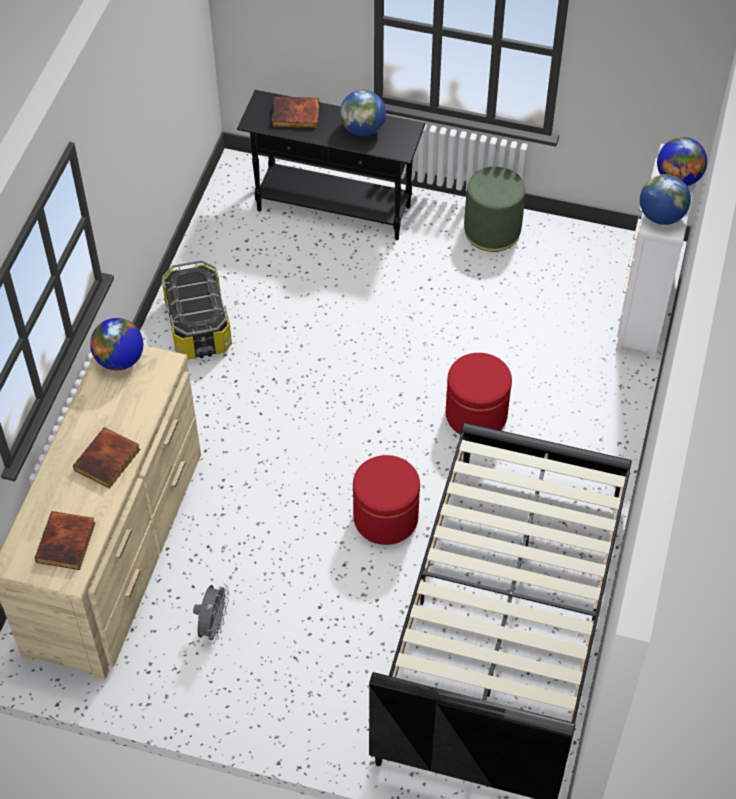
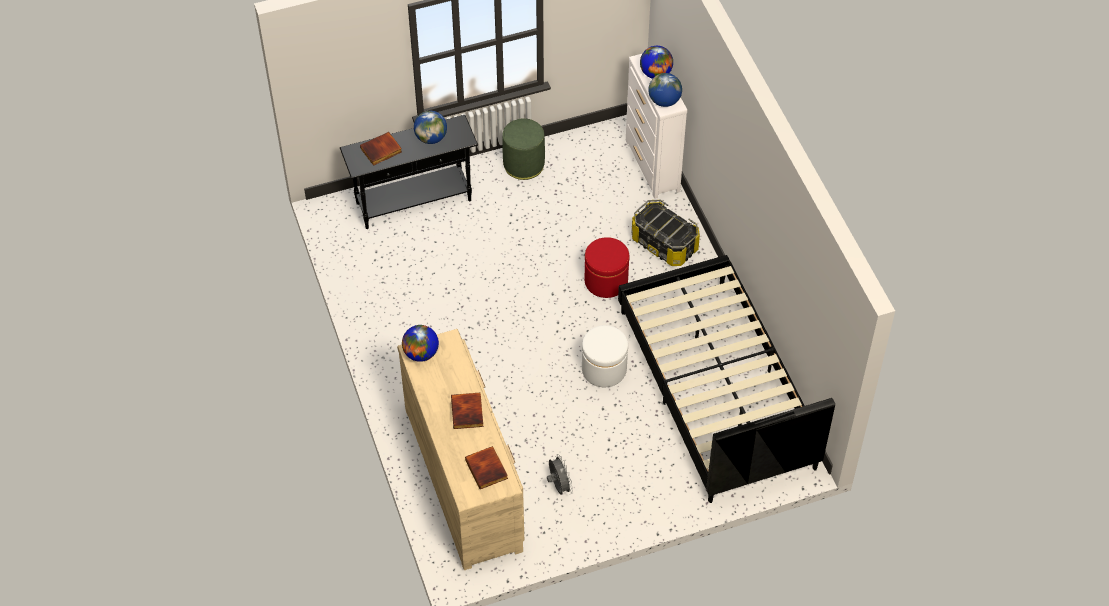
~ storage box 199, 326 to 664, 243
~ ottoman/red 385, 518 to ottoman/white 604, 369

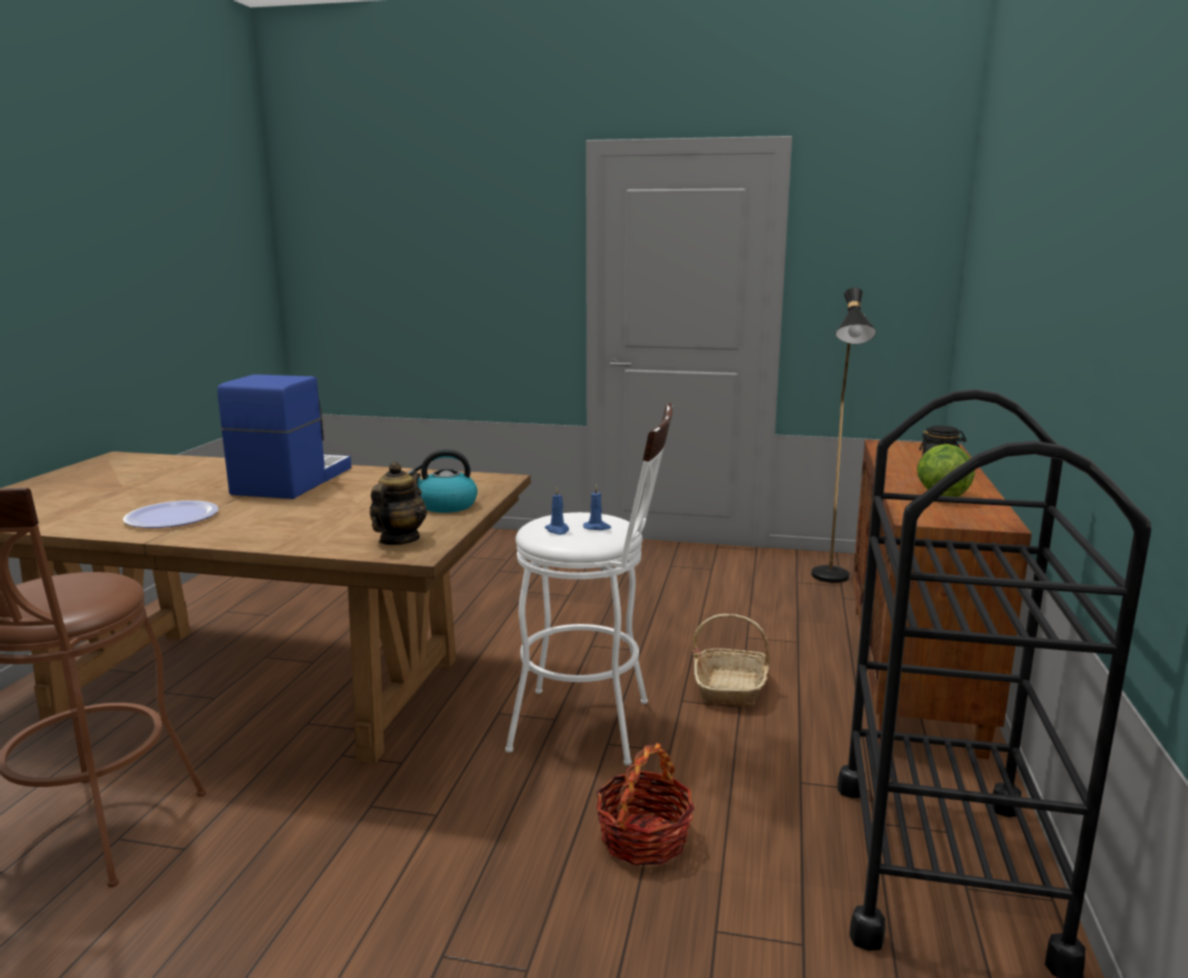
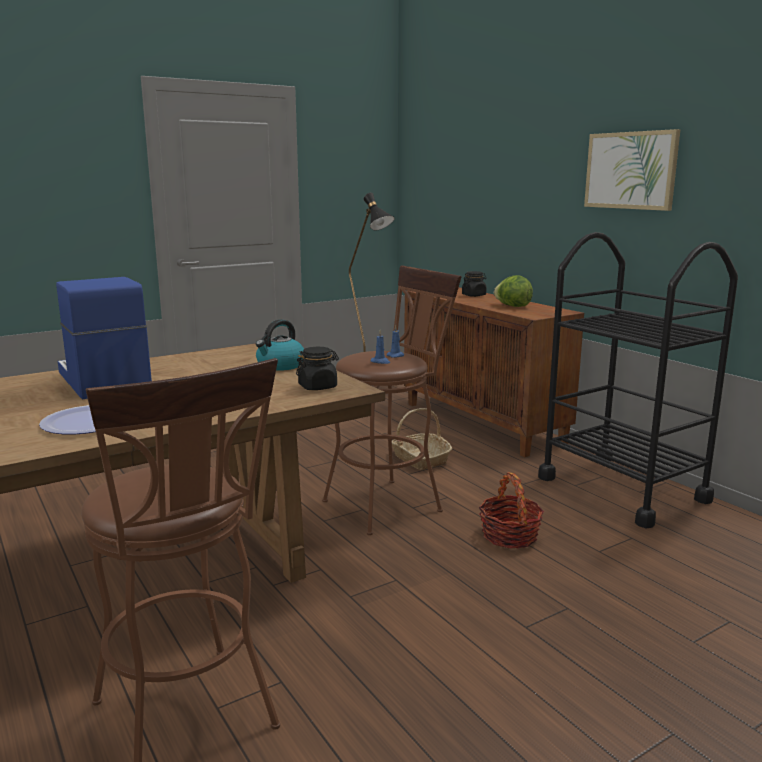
+ picture 630, 170
~ teapot 398, 540 to jar/black 318, 387
~ stool/white 594, 726 to stool/brown 390, 503

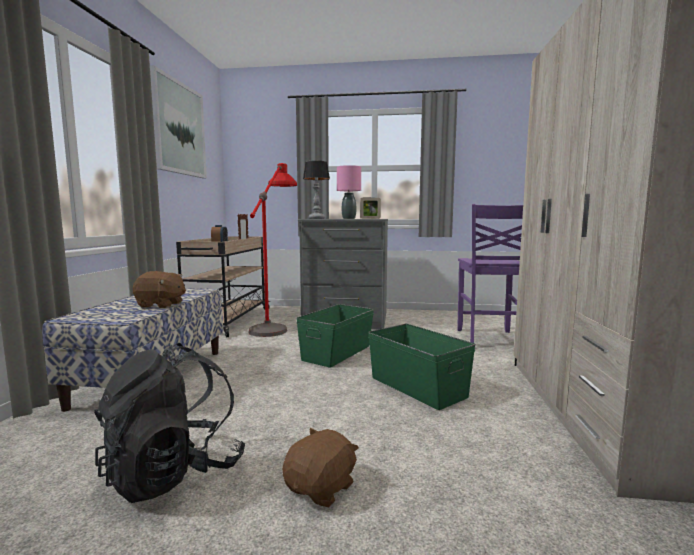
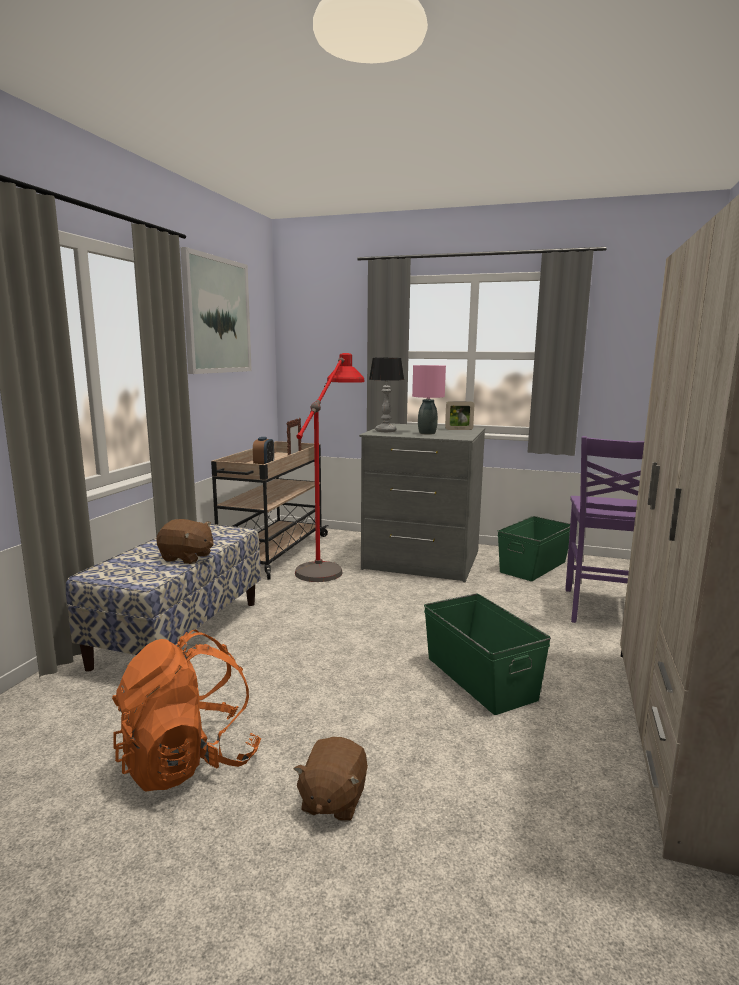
~ storage box/green 337, 352 to 534, 566
~ backpack/black 174, 472 to backpack/orange 189, 761
~ plush toy/brown 321, 488 = 332, 800 150 degrees clockwise

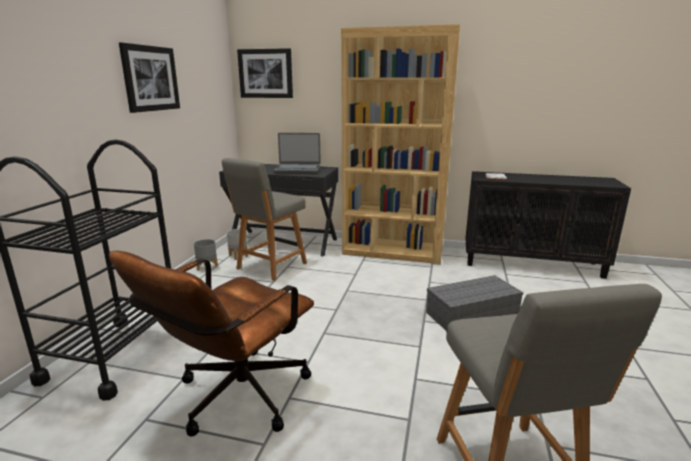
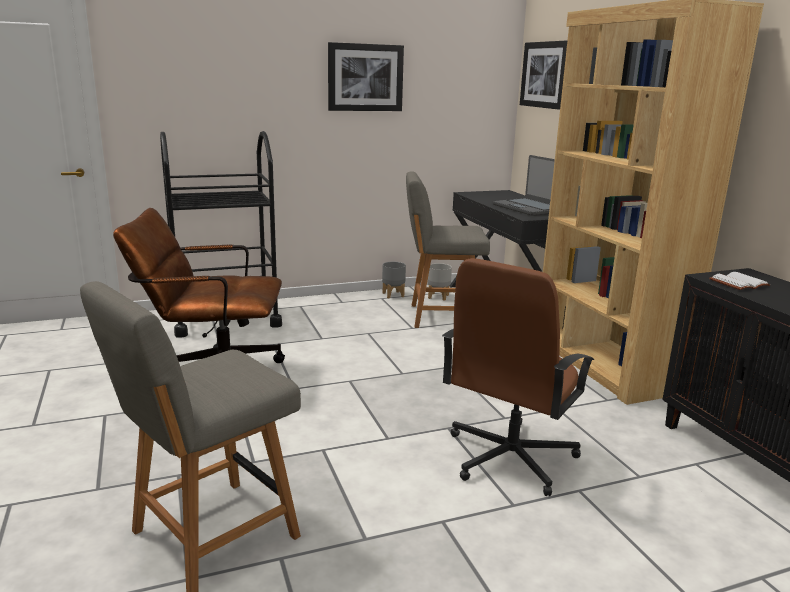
~ storage box/grey 471, 315 to office chair/brown 509, 457

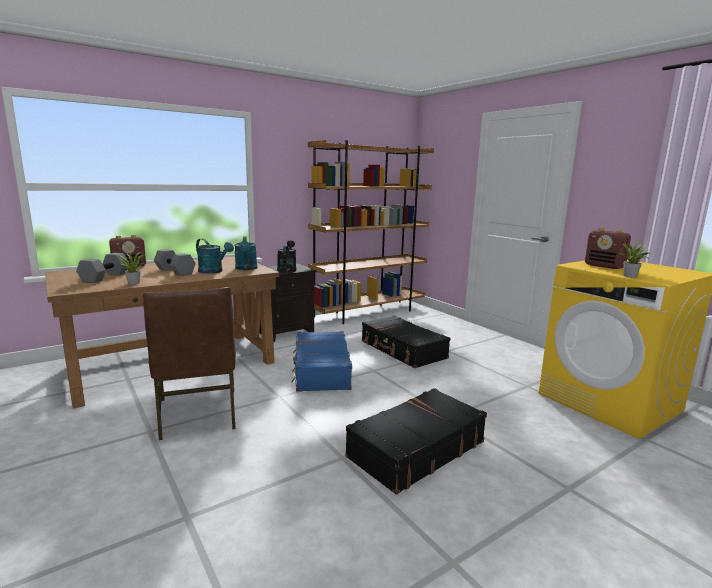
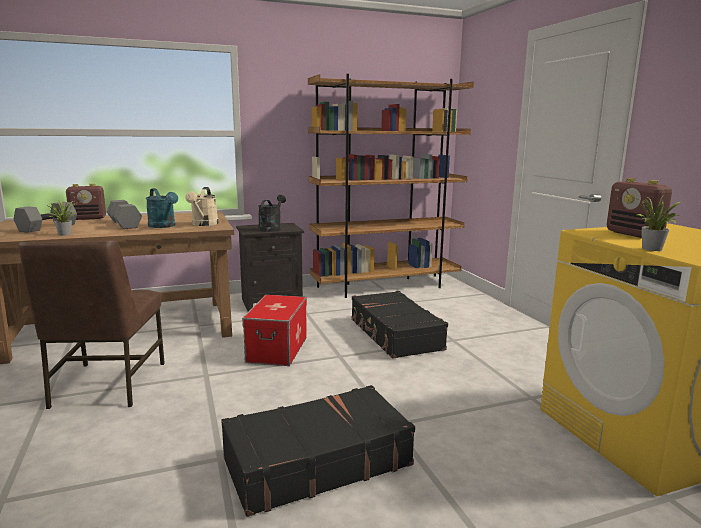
~ suitcase/blue 321, 370 to storage box 277, 349
~ watering can/turquoise 246, 268 to watering can/beige 203, 224

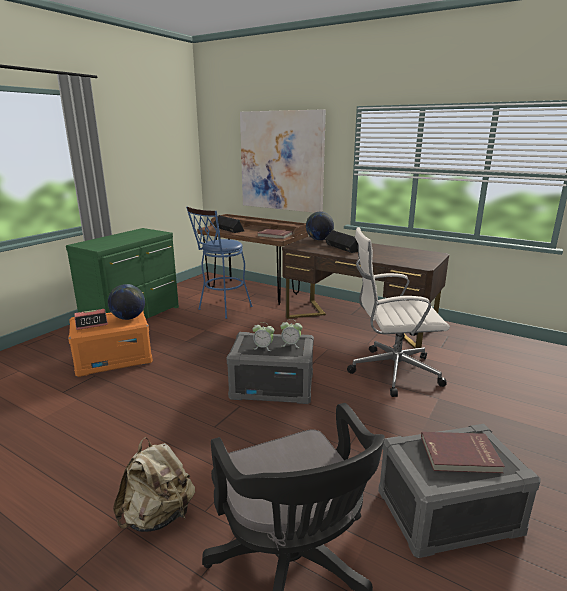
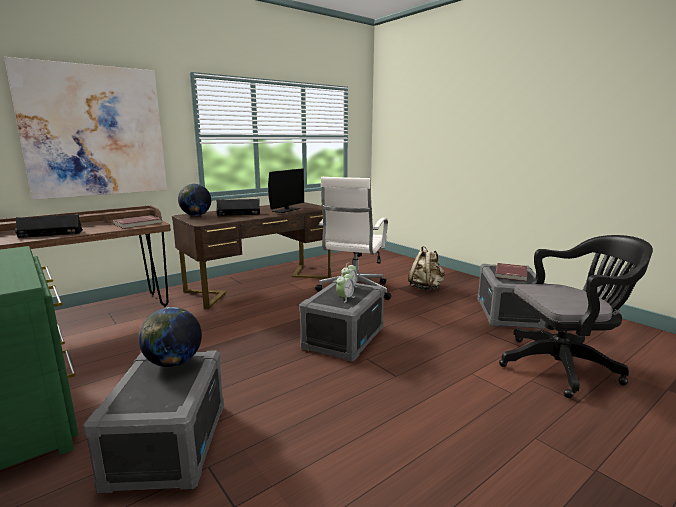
- alarm clock 92, 323
- stool/blue 222, 309
+ monitor 286, 210
~ backpack/beige 158, 516 to 426, 288
~ storage box/orange 114, 358 to storage box/grey 168, 444

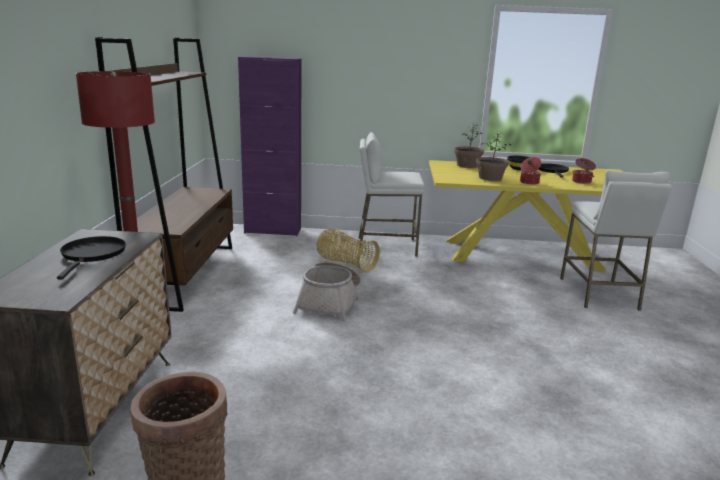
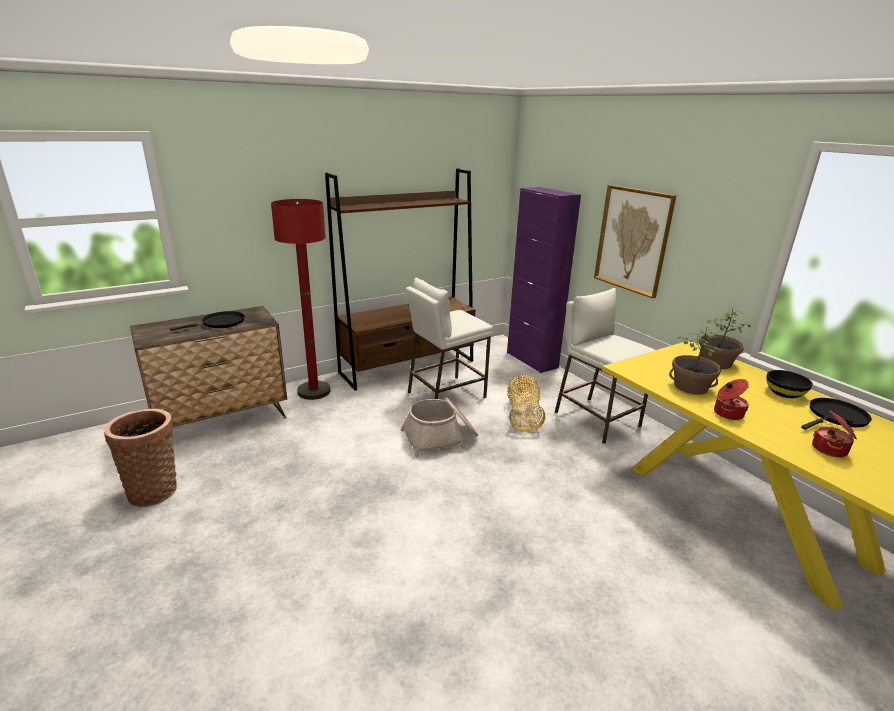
+ picture 633, 240
~ stool/white 599, 294 to 446, 395

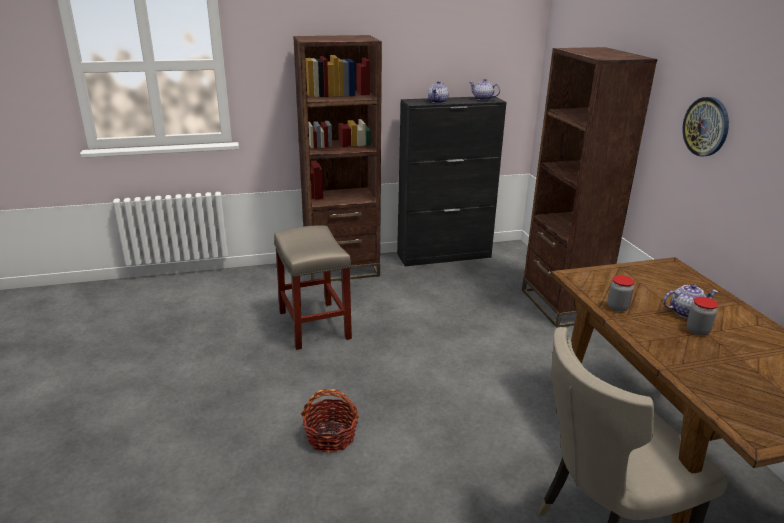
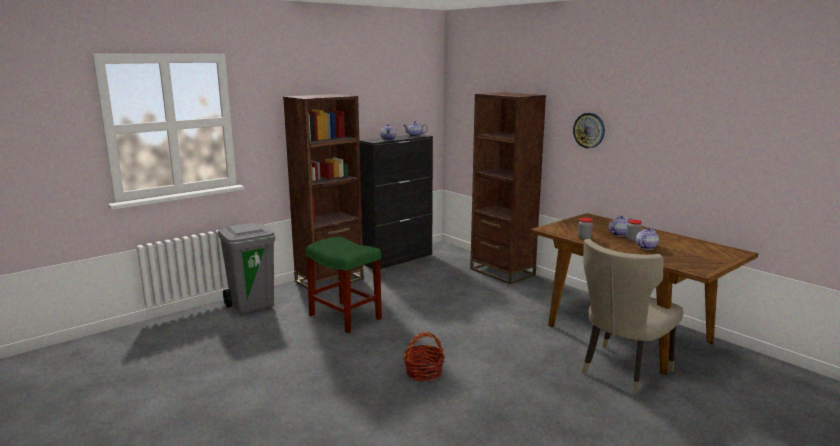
+ trash can/grey 252, 305
+ teapot 646, 247
~ stool/beige 315, 326 to stool/green 346, 317

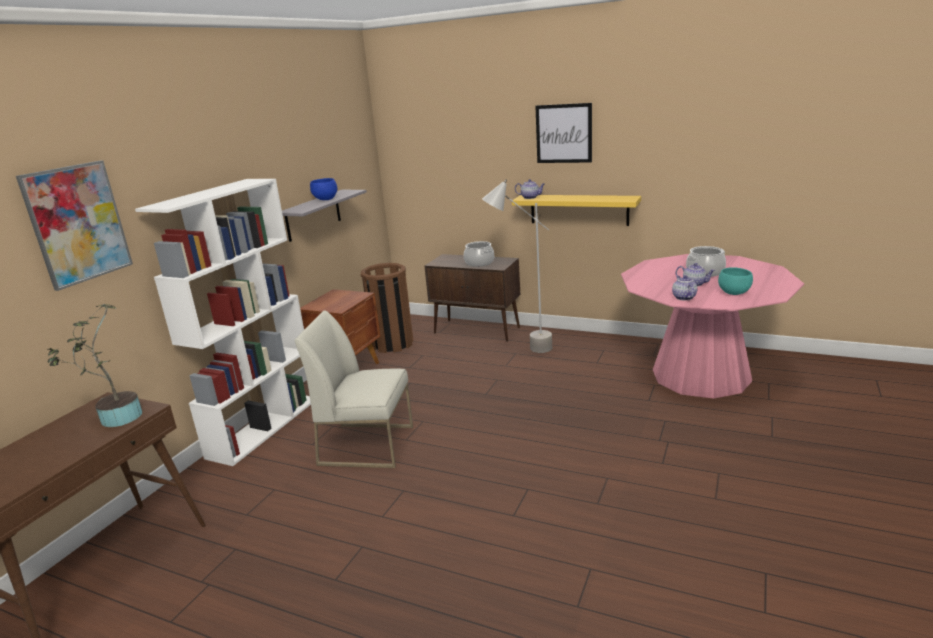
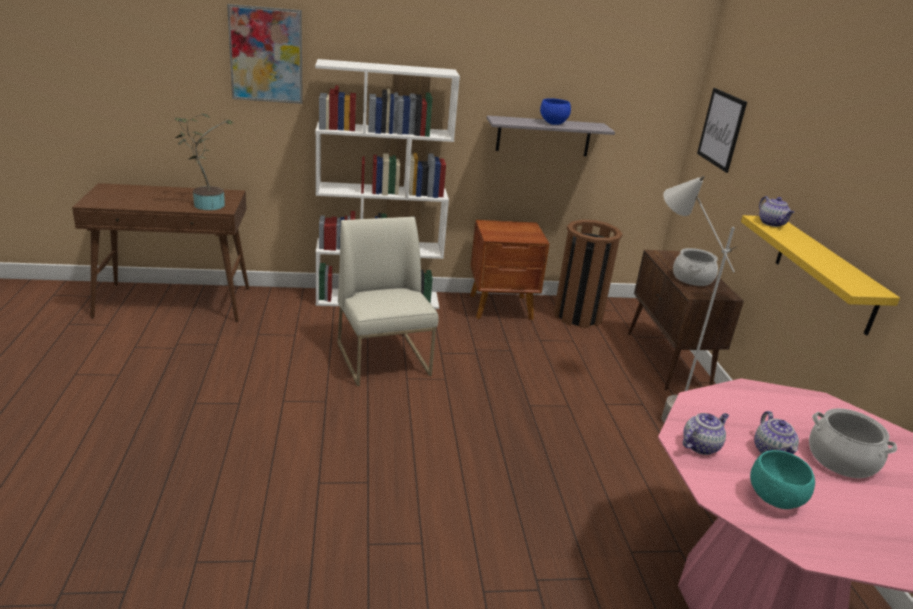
~ picture 563, 133 to 721, 129

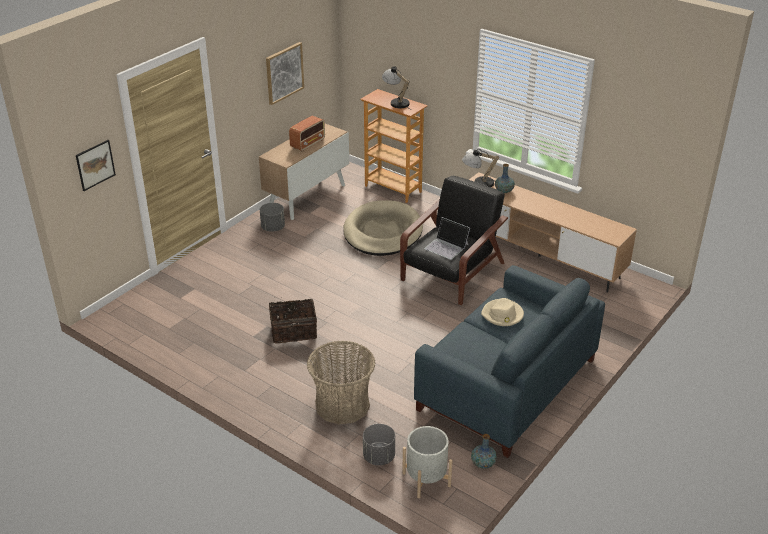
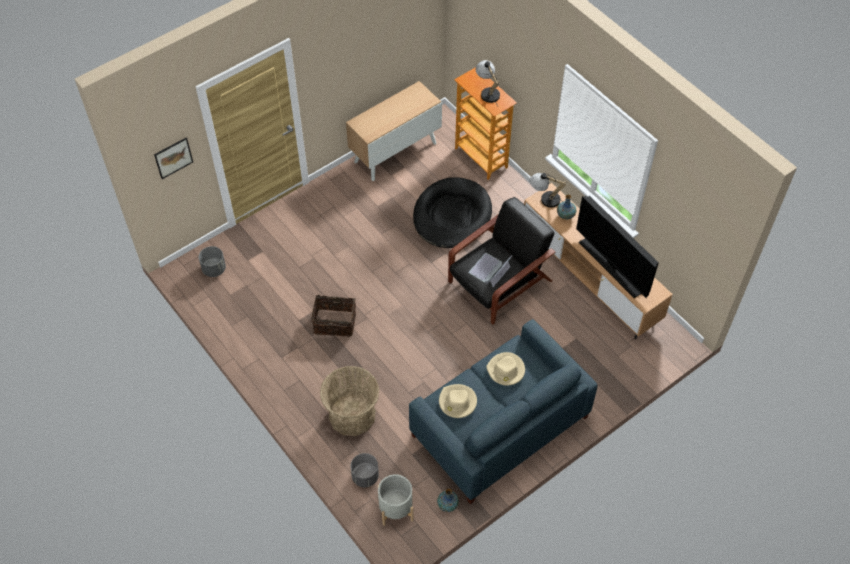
- picture 284, 73
- radio 308, 144
+ hat/beige 457, 402
+ television 612, 266
~ planter/grey 273, 228 to 214, 269
~ dog bed/beige 383, 232 to dog bed/black 452, 216
~ laptop 447, 246 = 489, 270 75 degrees clockwise

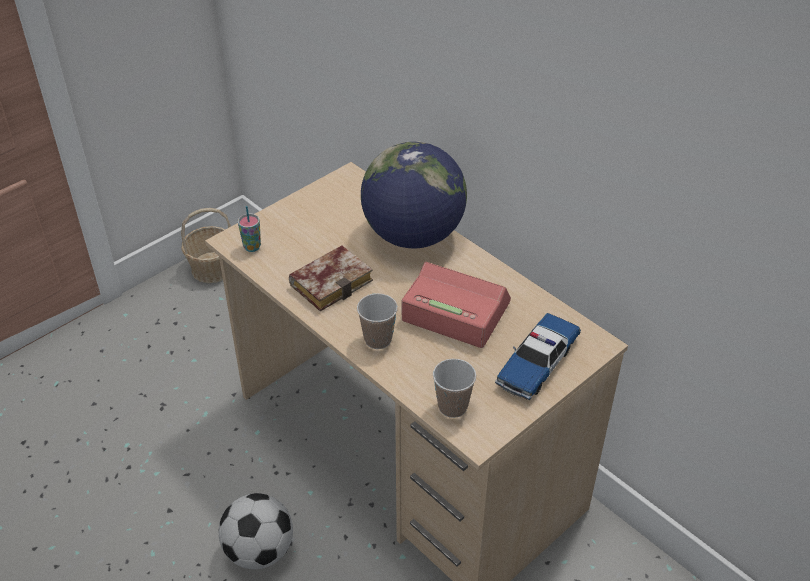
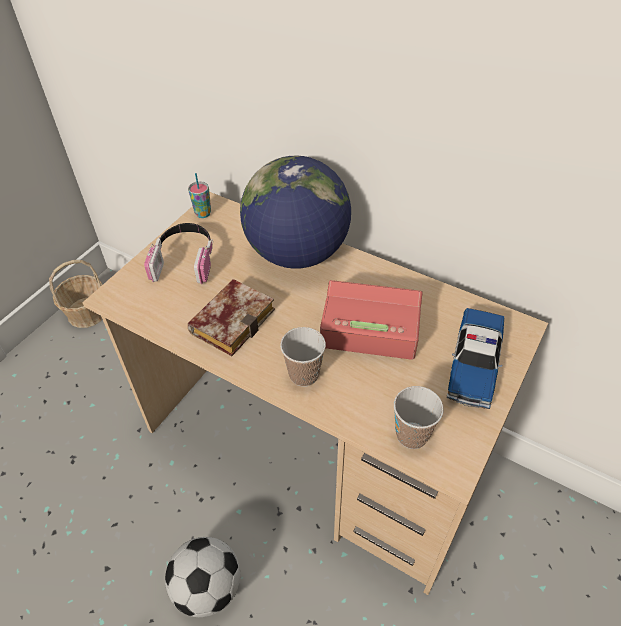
+ headphones 185, 260
~ cup 252, 247 to 203, 214

